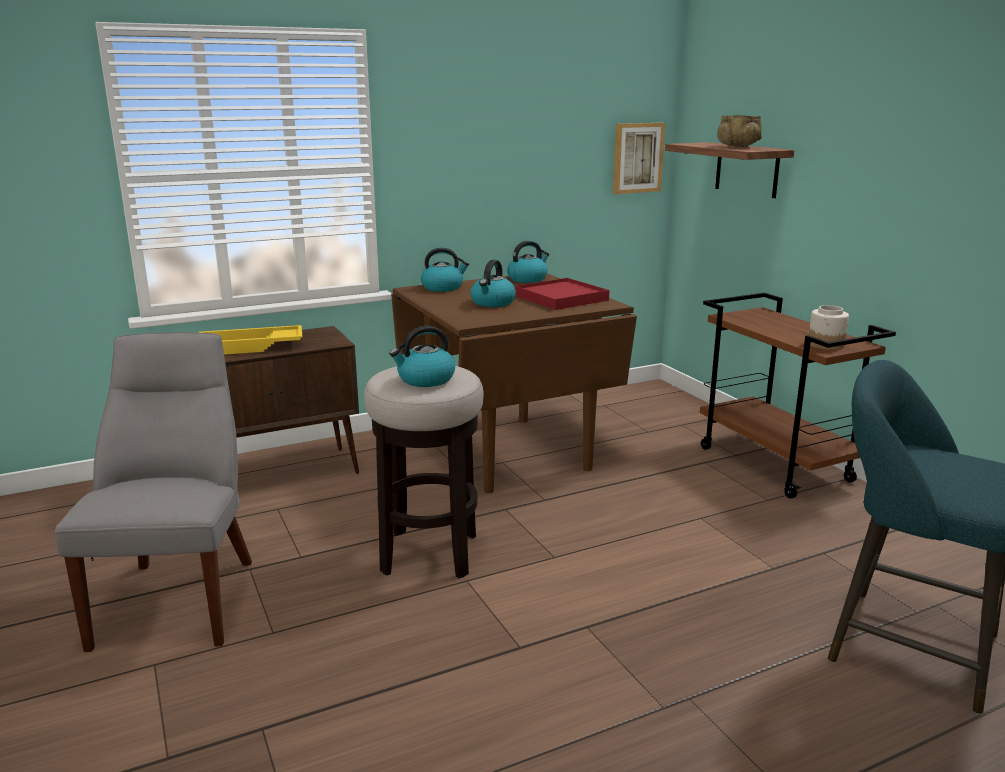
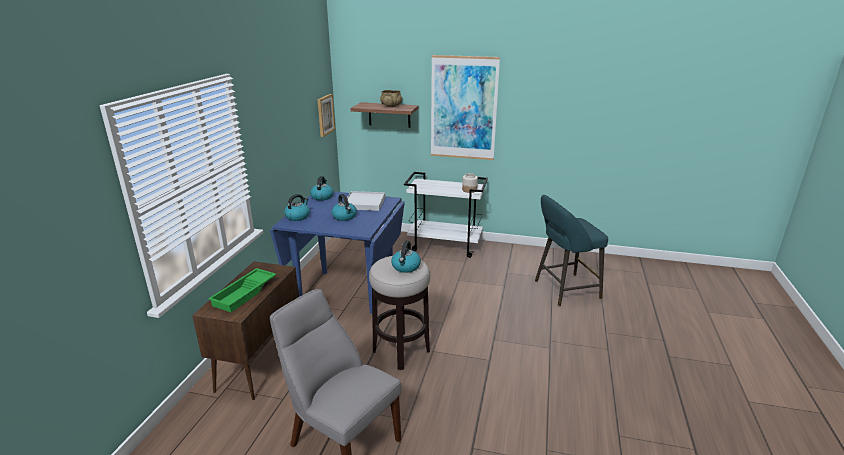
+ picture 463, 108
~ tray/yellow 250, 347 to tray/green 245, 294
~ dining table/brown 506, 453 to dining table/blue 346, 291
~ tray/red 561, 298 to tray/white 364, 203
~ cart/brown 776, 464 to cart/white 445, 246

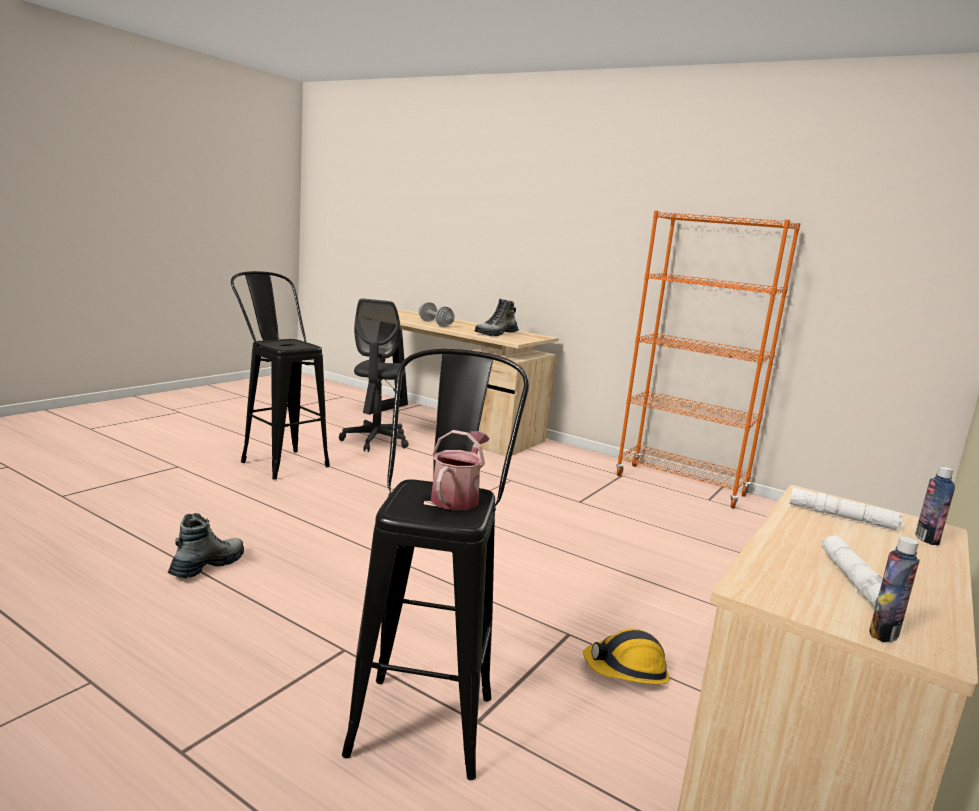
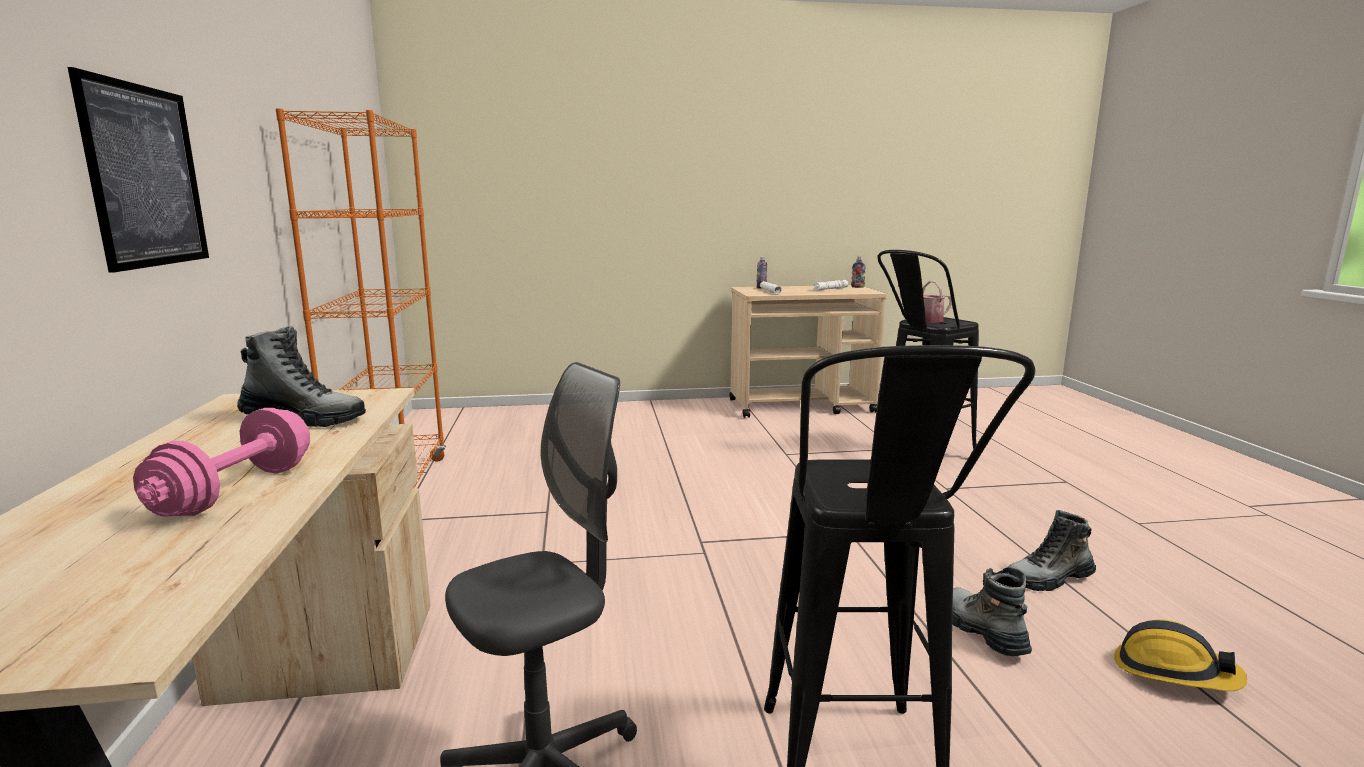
+ picture 146, 176
+ boot 983, 632
~ hard hat 626, 671 to 1173, 673
~ dumbbell/grey 435, 324 to dumbbell/pink 236, 491

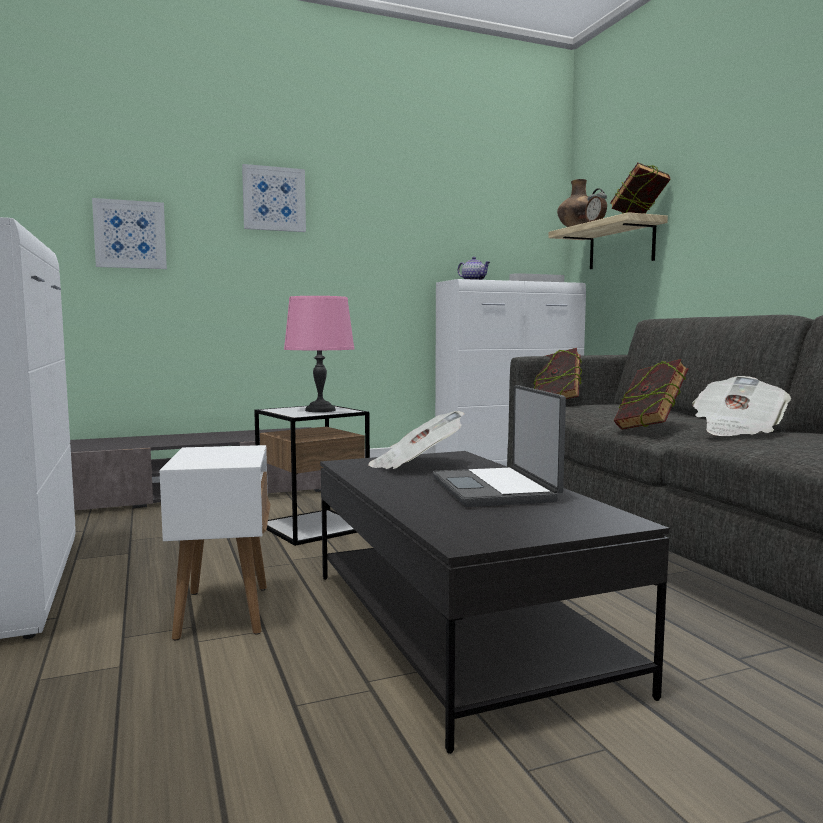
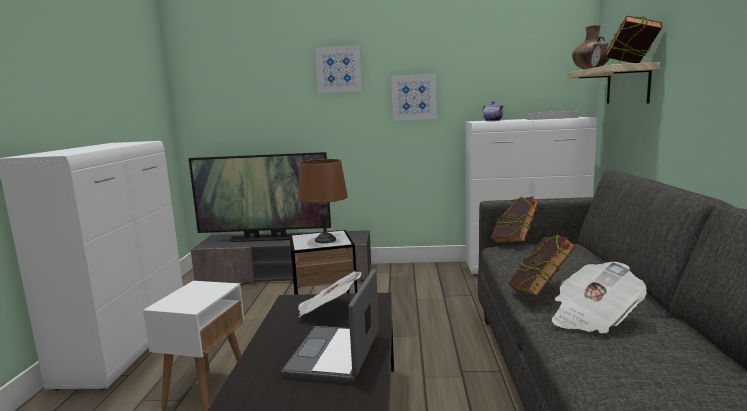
+ television 265, 238
~ picture 130, 234 to 414, 97
~ table lamp/pink 319, 410 to table lamp/brown 325, 240

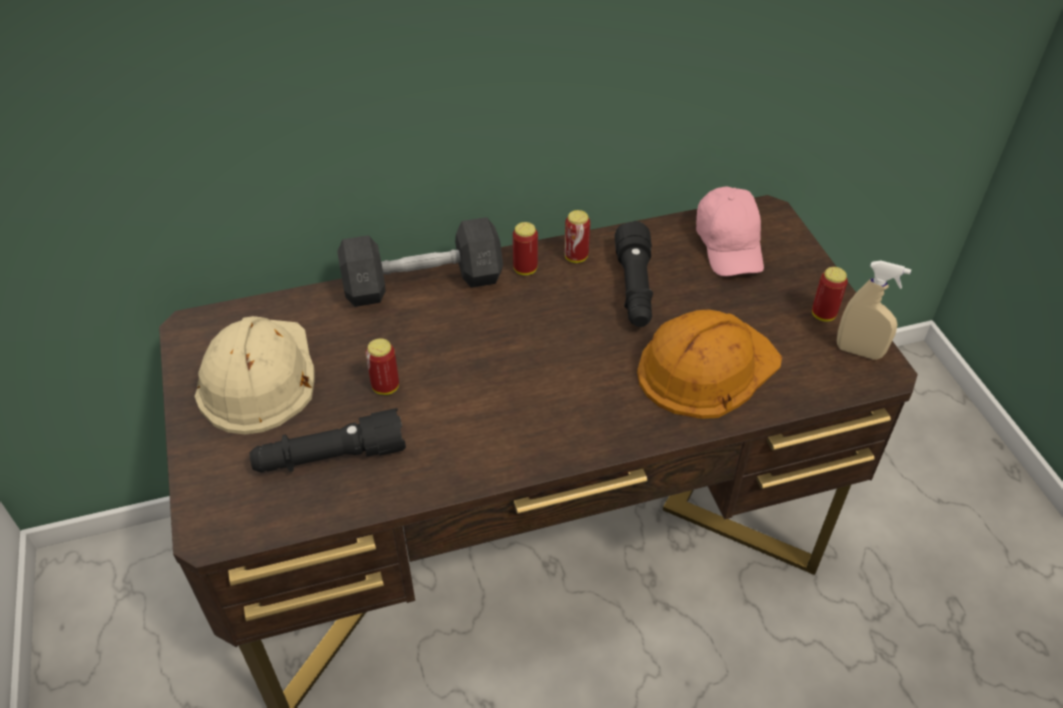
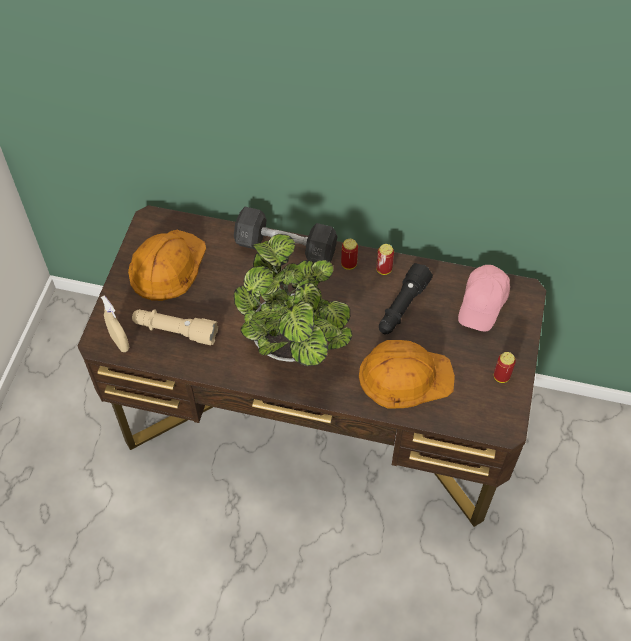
- can 385, 387
+ potted plant 293, 347
~ spray bottle/beige 859, 351 to 120, 342
~ hard hat/beige 258, 376 to hard hat/orange 167, 266
~ flashlight/black 330, 457 to flashlight/beige 175, 331

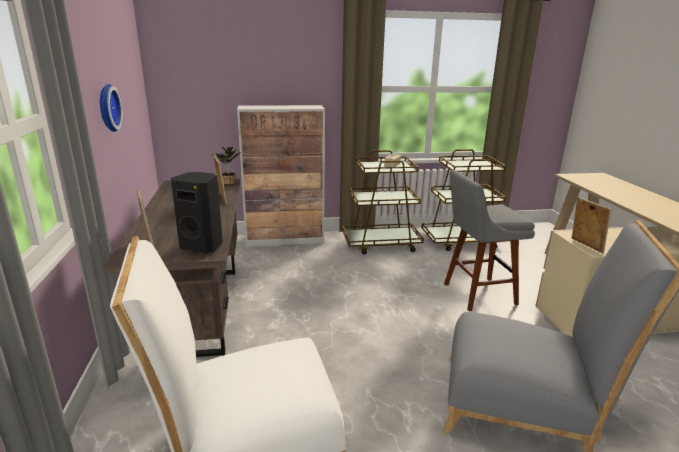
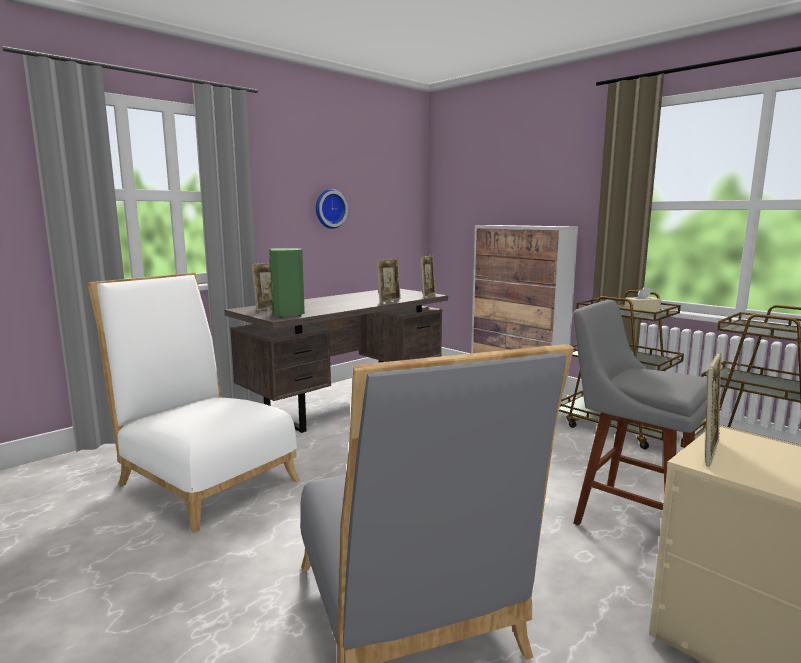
~ potted plant 227, 183 to picture frame 428, 295
~ speaker/black 202, 246 to speaker/green 288, 314

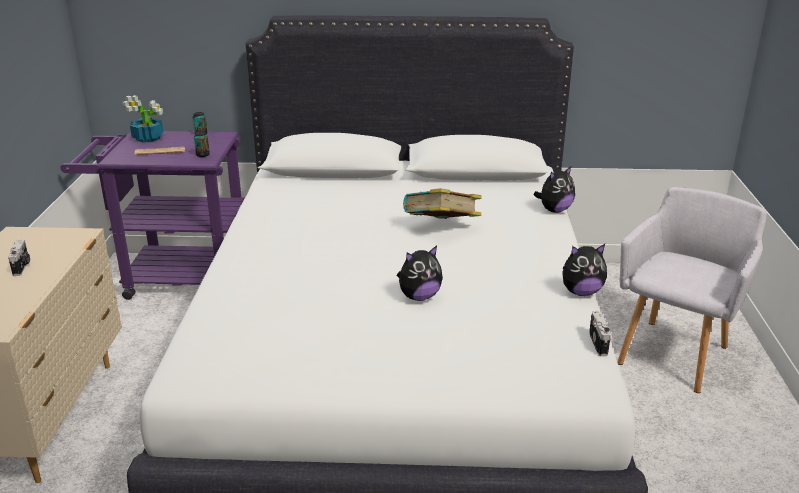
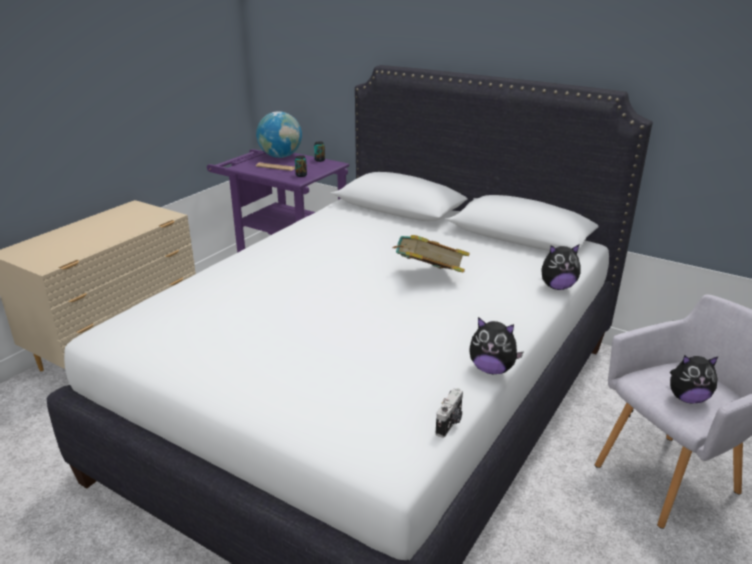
- photo camera 22, 267
~ plush toy 419, 296 to 687, 398
~ potted plant 148, 138 to globe 280, 156

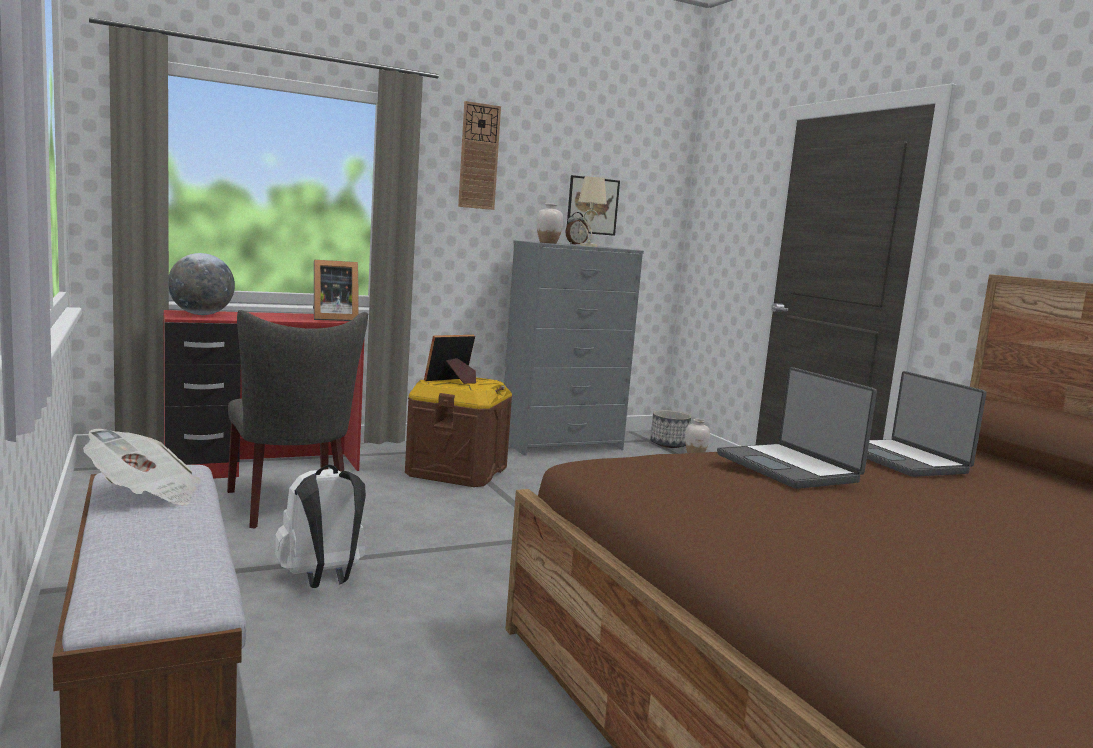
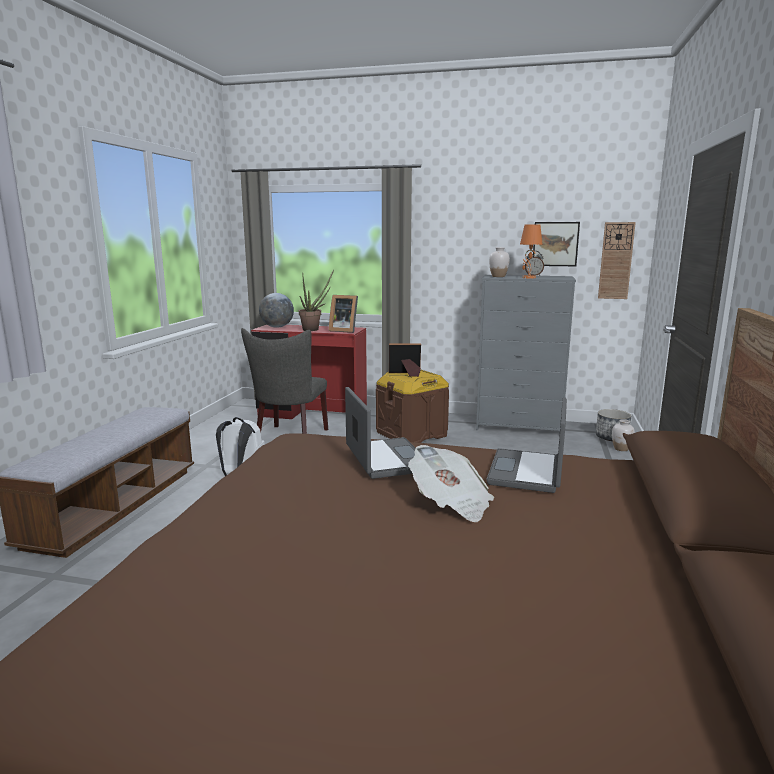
+ potted plant 314, 329
~ newspaper 145, 494 to 451, 503
~ wall clock 479, 156 to 616, 261
~ table lamp/beige 588, 246 to table lamp/orange 528, 277
~ laptop 789, 468 = 385, 459 150 degrees clockwise

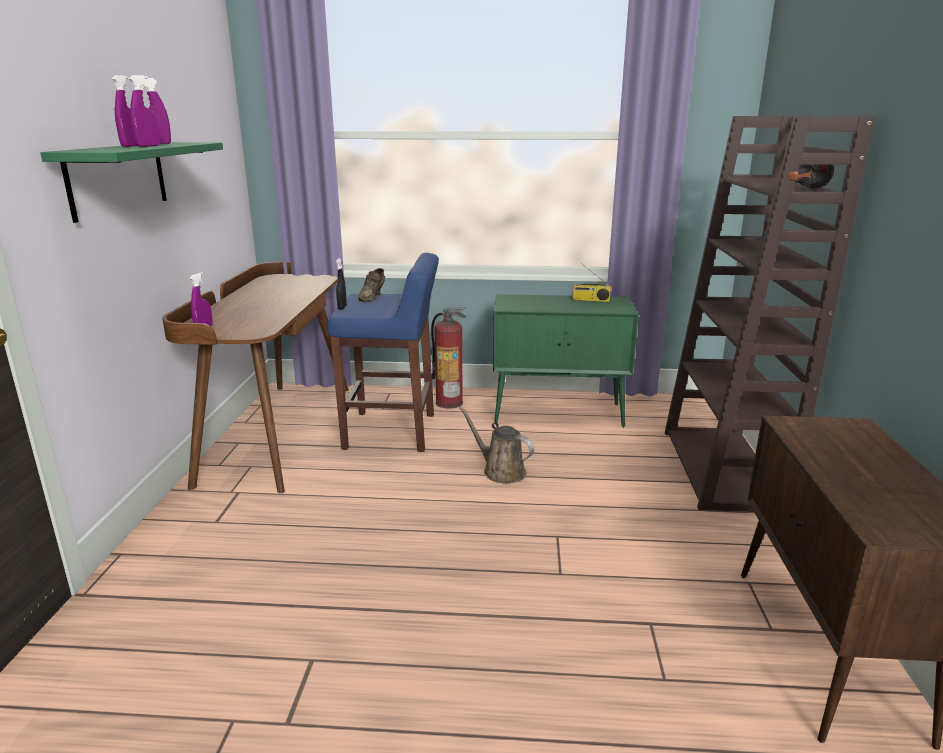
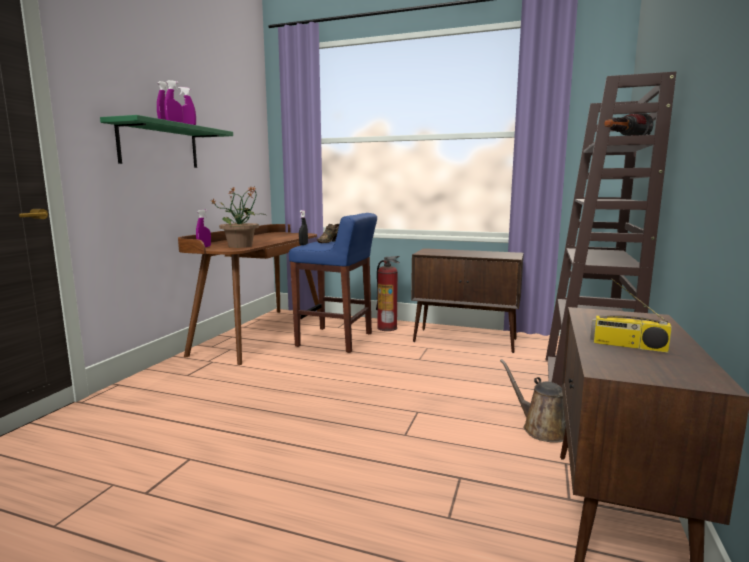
+ potted plant 241, 246
~ watering can/brown 500, 471 to 541, 429
~ radio 590, 300 to 627, 345
~ cabinet/green 559, 413 to cabinet/brown 466, 340

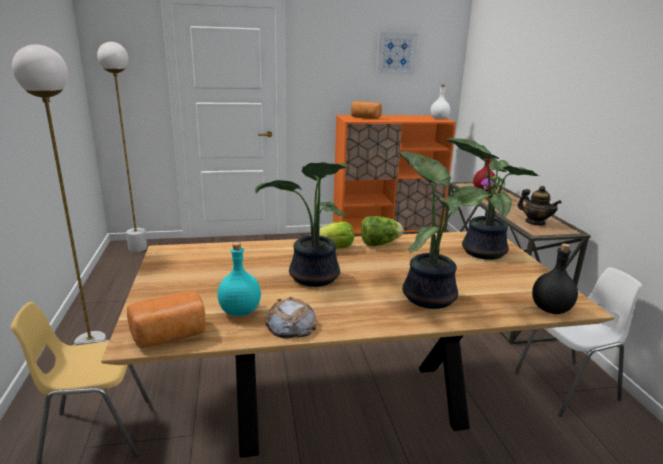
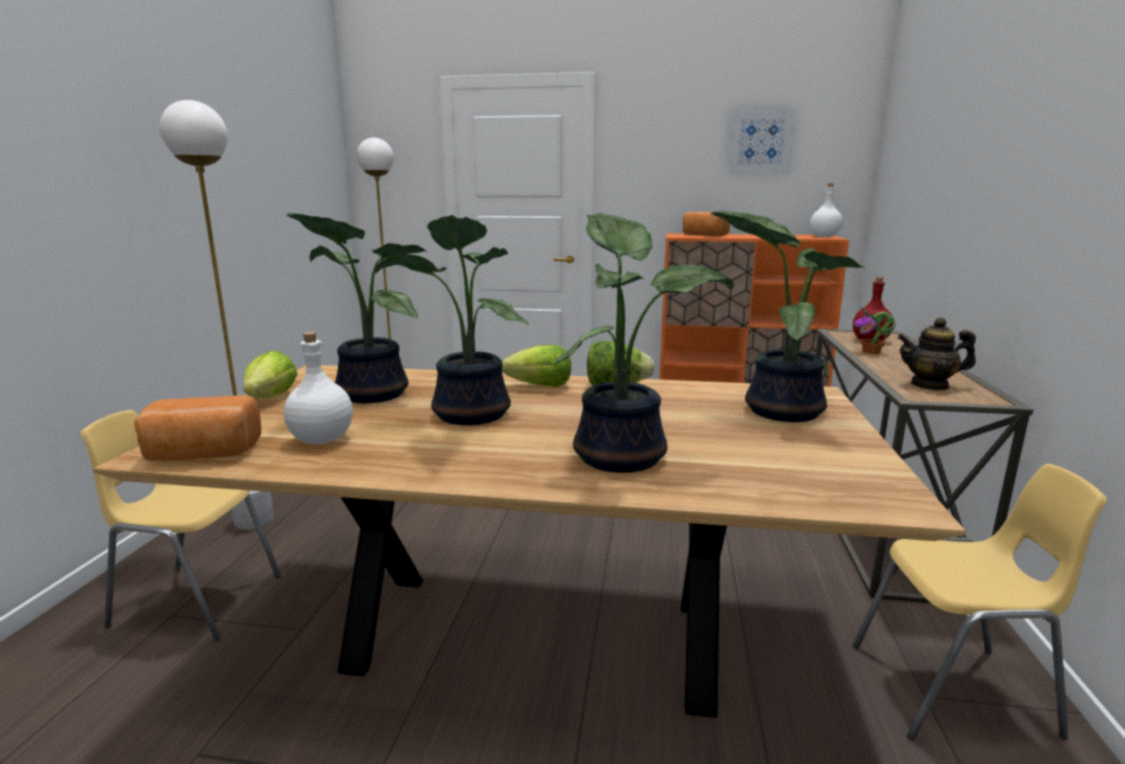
- bread 290, 324
- bottle/black 551, 310
+ lettuce 271, 398
+ potted plant 367, 395
~ bottle/turquoise 239, 311 to bottle/white 321, 439
~ chair/white 567, 387 to chair/yellow 954, 690
~ teapot 535, 222 = 930, 385 120 degrees clockwise

